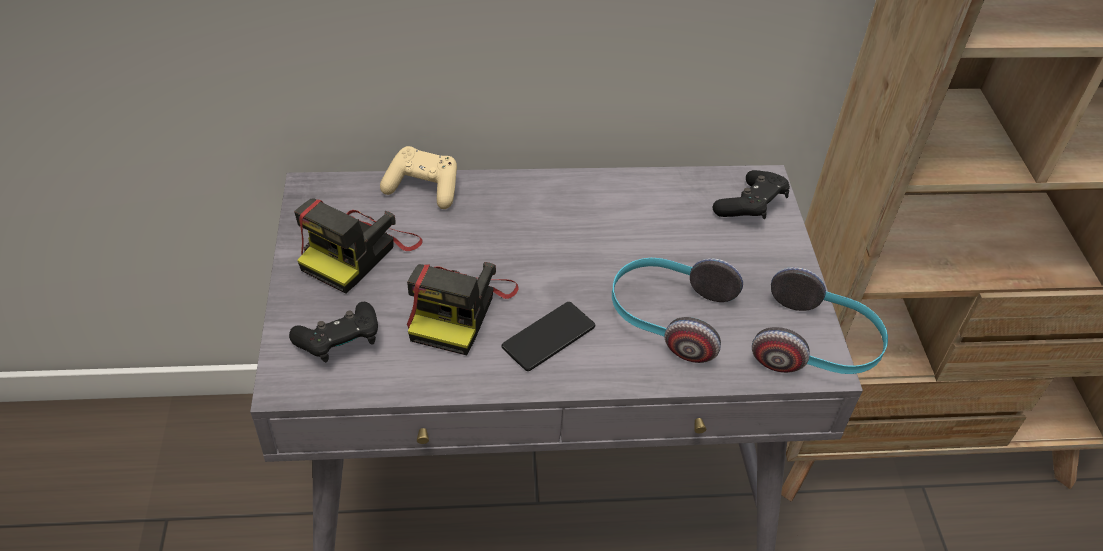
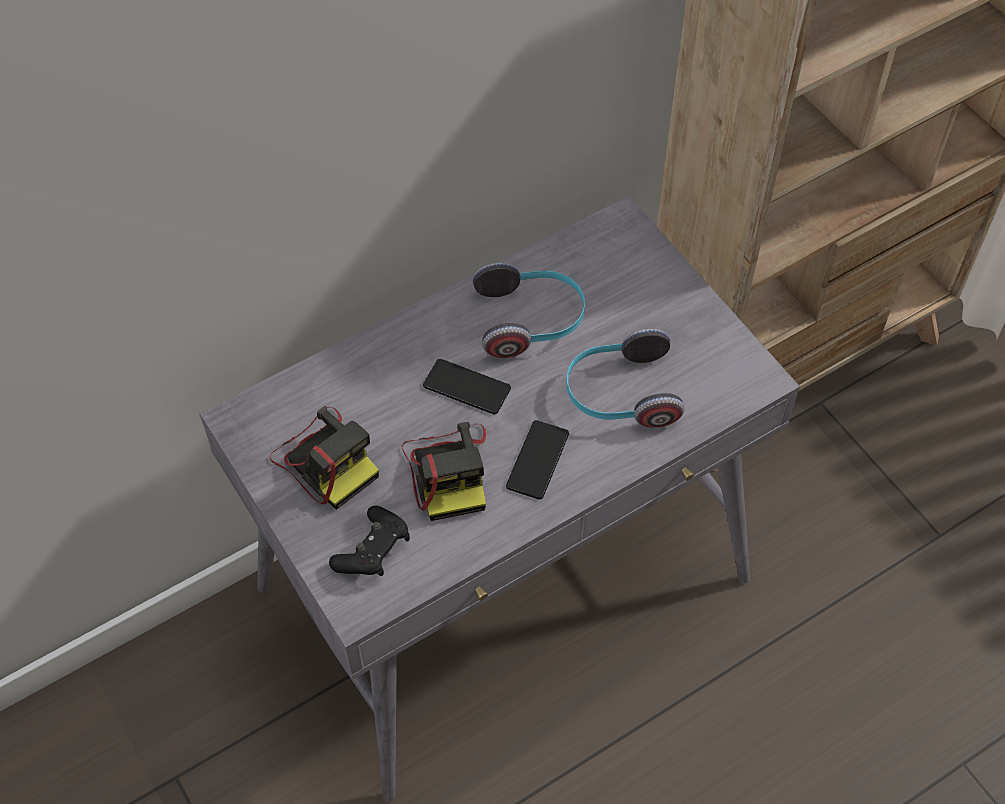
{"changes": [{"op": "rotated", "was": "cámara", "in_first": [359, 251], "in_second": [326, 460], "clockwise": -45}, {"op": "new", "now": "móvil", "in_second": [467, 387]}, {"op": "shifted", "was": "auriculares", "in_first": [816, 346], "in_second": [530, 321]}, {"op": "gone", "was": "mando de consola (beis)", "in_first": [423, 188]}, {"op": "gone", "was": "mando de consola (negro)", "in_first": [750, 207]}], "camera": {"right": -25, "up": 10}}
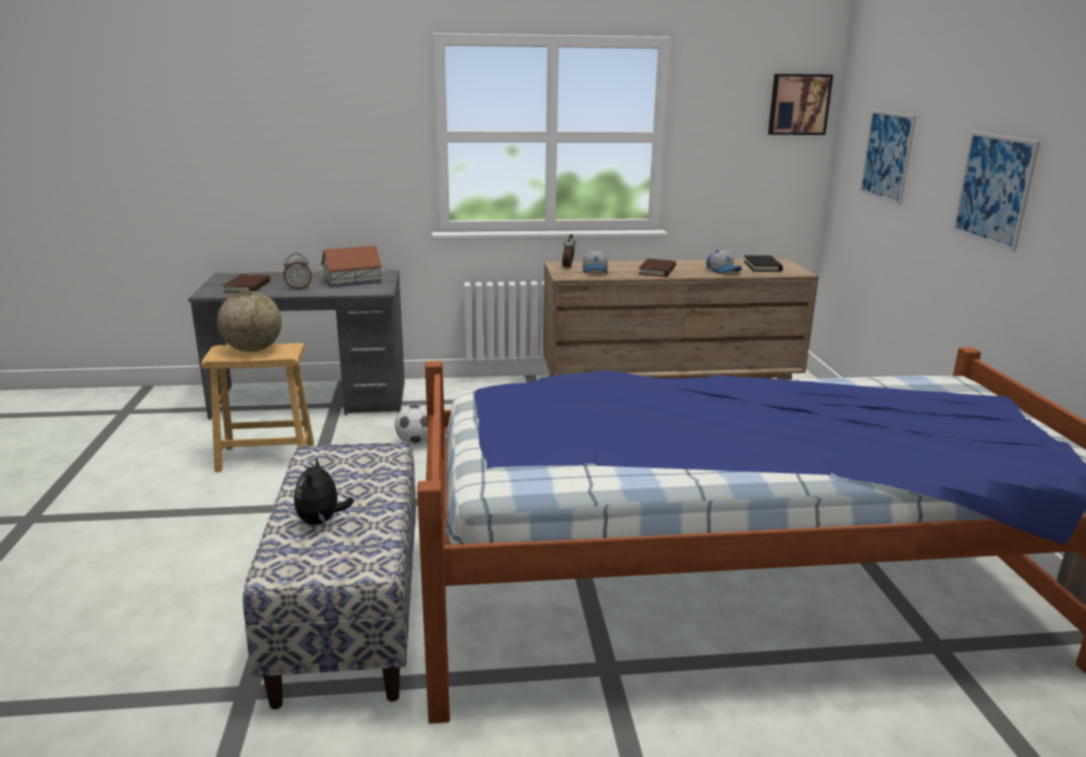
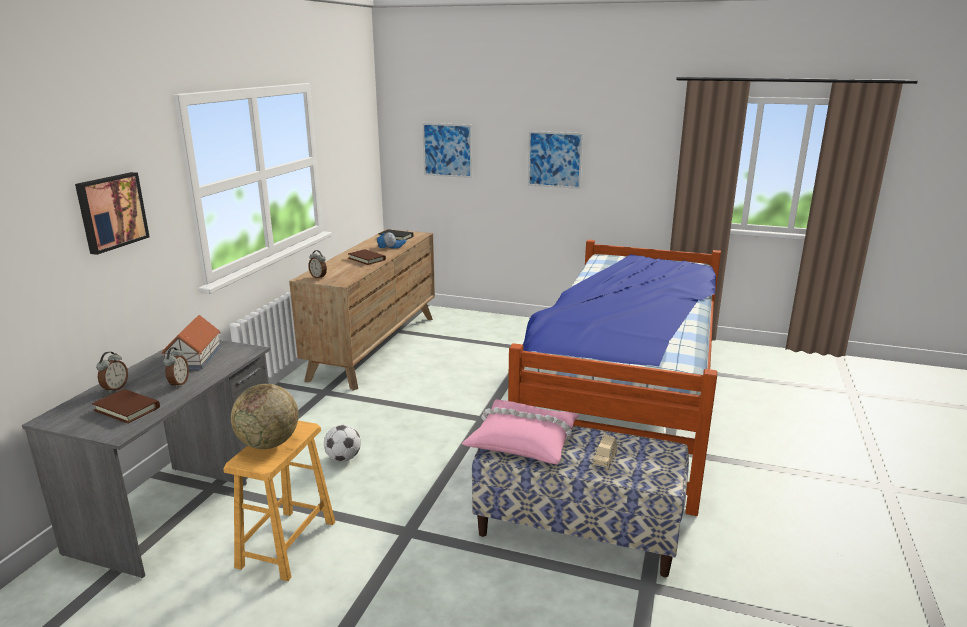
{"changes": [{"op": "shifted", "was": "cuadro", "in_first": [798, 104], "in_second": [111, 211]}, {"op": "new", "now": "despertador", "in_second": [115, 388]}, {"op": "new", "now": "cojín (rosa)", "in_second": [523, 440]}, {"op": "swapped", "was": "peluche", "now": "coche de juguete (beis)", "in_first": [321, 521], "in_second": [604, 460]}, {"op": "gone", "was": "gorra", "in_first": [595, 271]}], "camera": {"right": -65, "up": 0}}
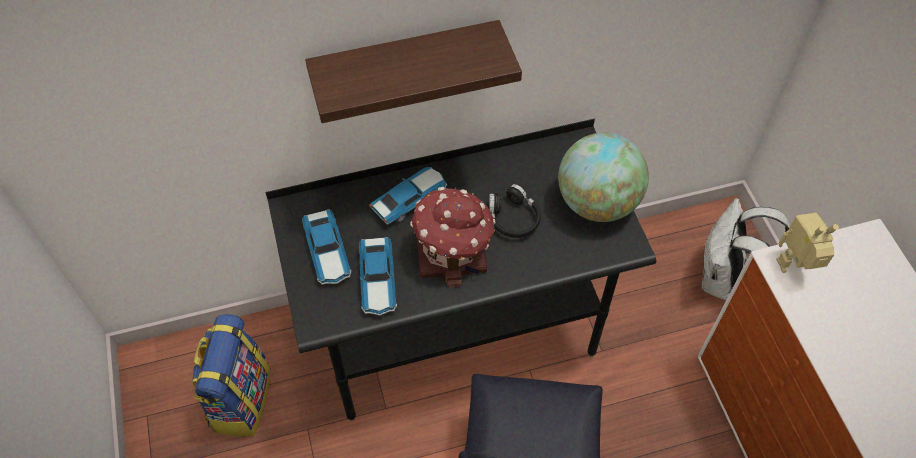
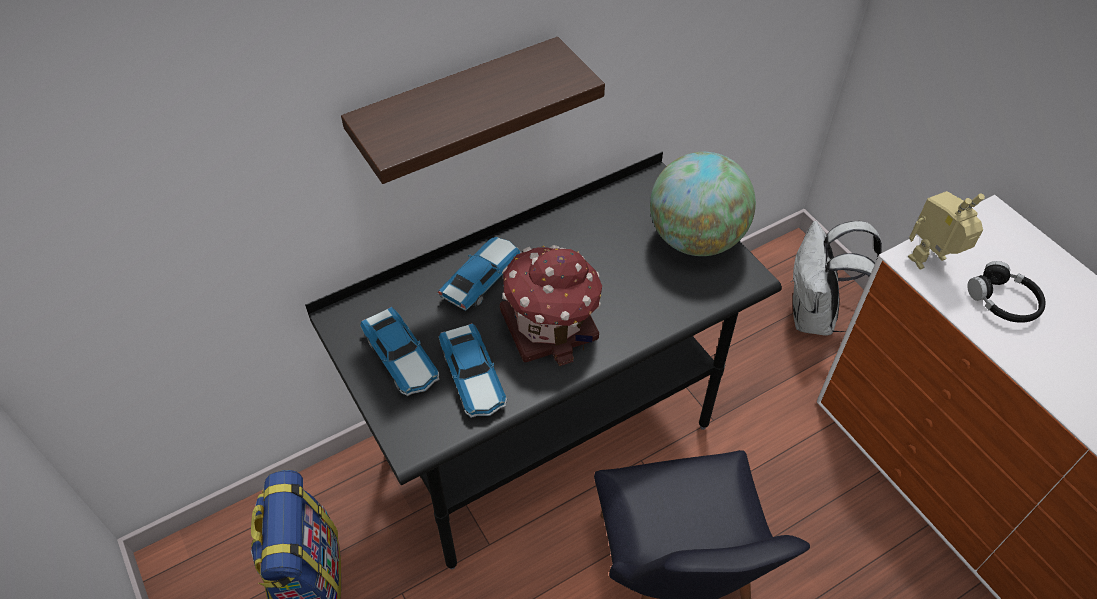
{"changes": [{"op": "shifted", "was": "auriculares (negro)", "in_first": [513, 218], "in_second": [1003, 301]}], "camera": {"right": -15, "up": -5}}
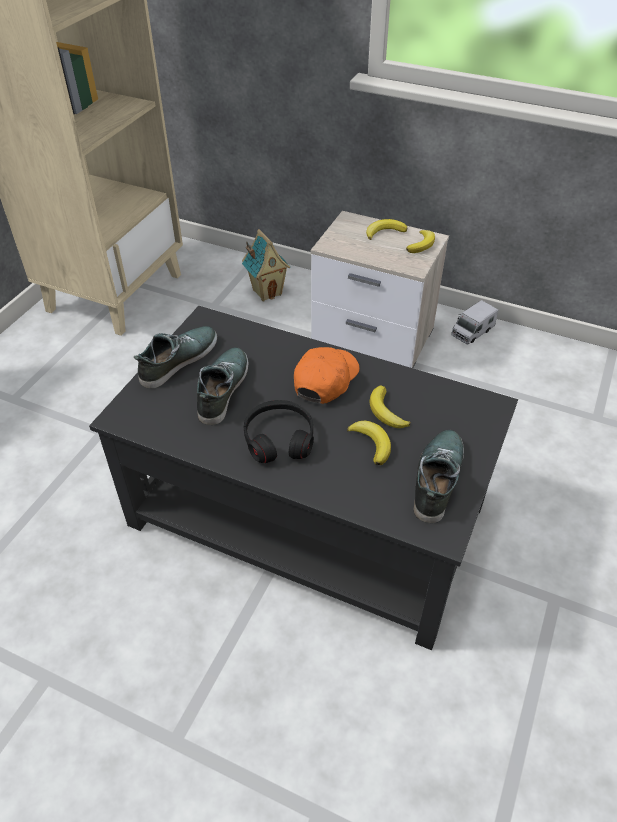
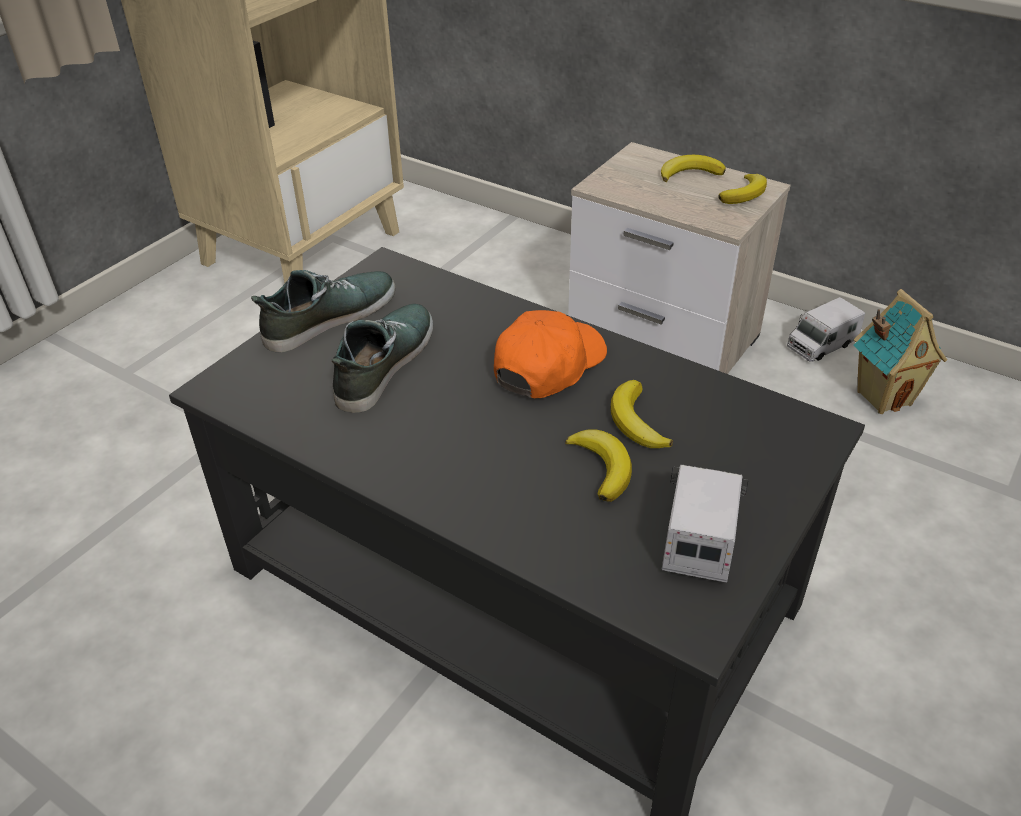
{"changes": [{"op": "swapped", "was": "zapato", "now": "camión de juguete", "in_first": [436, 478], "in_second": [700, 534]}, {"op": "shifted", "was": "casita", "in_first": [267, 292], "in_second": [883, 397]}, {"op": "gone", "was": "auriculares (negro)", "in_first": [279, 438]}], "camera": {"right": 10, "up": -5}}
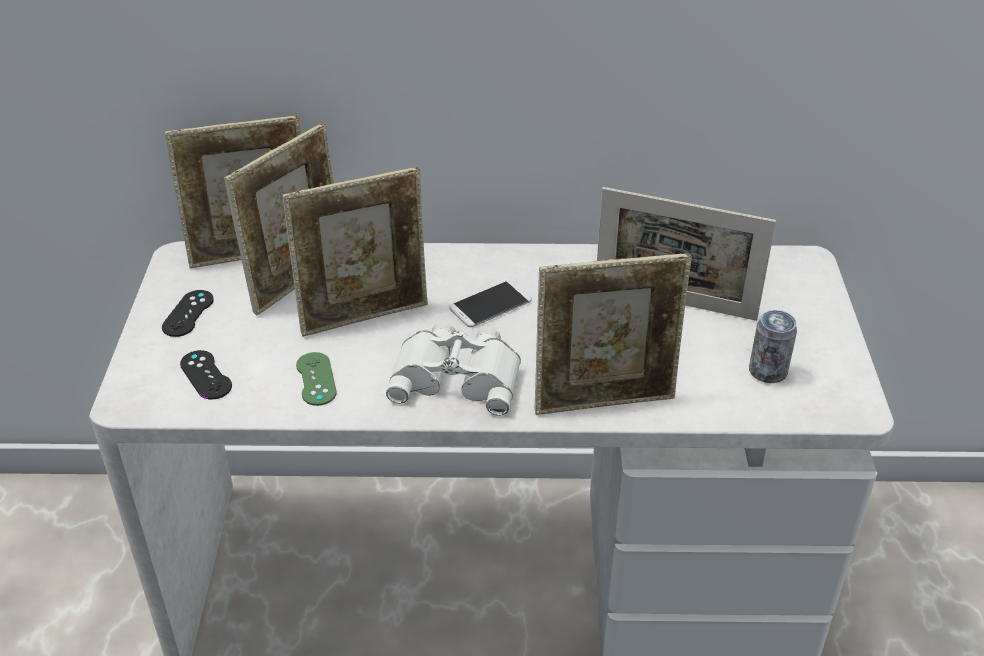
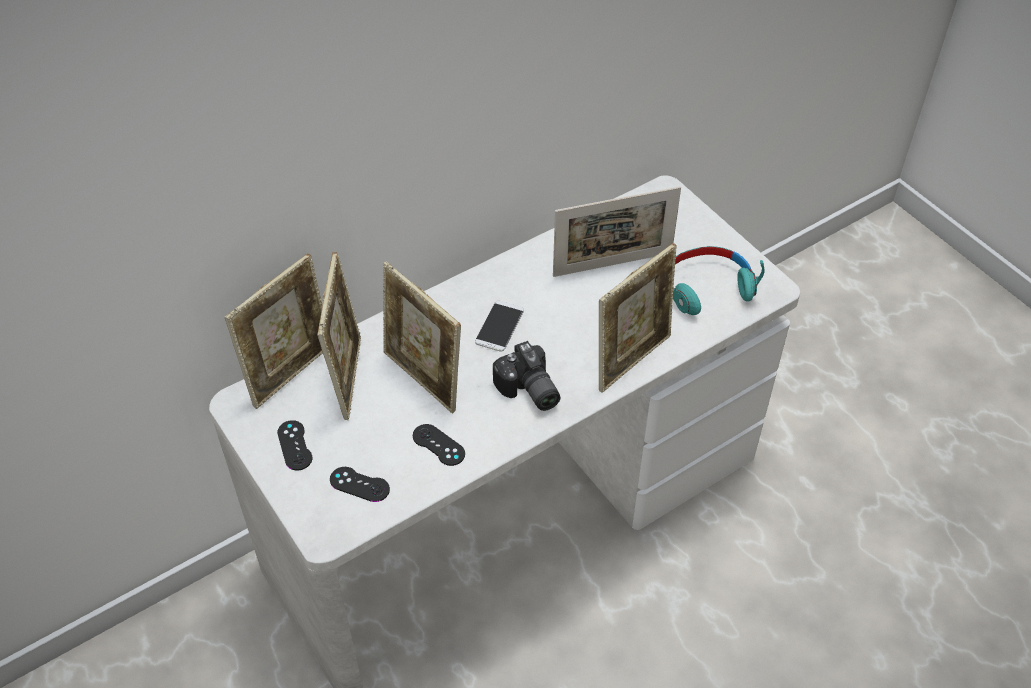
{"changes": [{"op": "rotated", "was": "portarretratos", "in_first": [364, 315], "in_second": [423, 379], "clockwise": 105}, {"op": "repainted", "was": "mando de consola (verde)", "now": "mando de consola (negro)", "in_first": [316, 379], "in_second": [438, 445]}, {"op": "swapped", "was": "prismáticos (blanco)", "now": "cámara", "in_first": [458, 375], "in_second": [528, 391]}, {"op": "swapped", "was": "lata", "now": "auriculares (turquesa)", "in_first": [767, 372], "in_second": [707, 288]}], "camera": {"right": -35, "up": 10}}
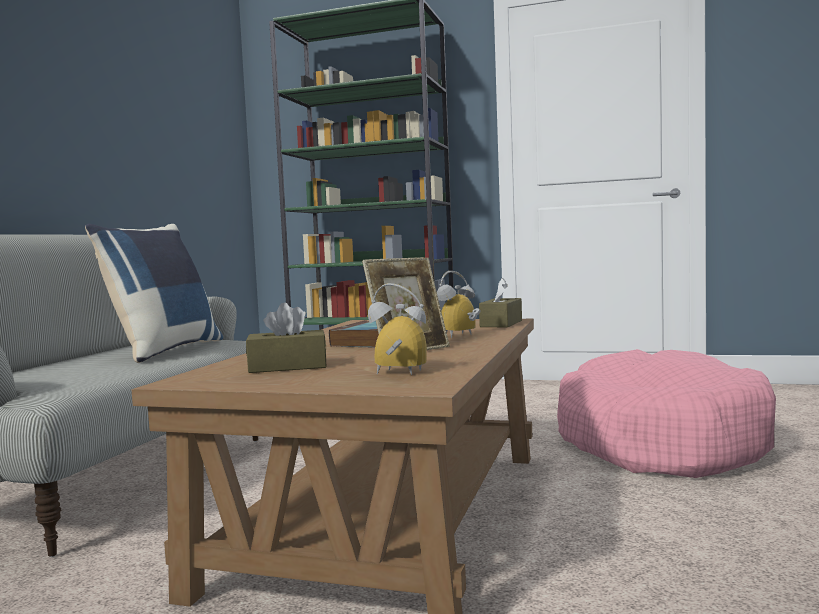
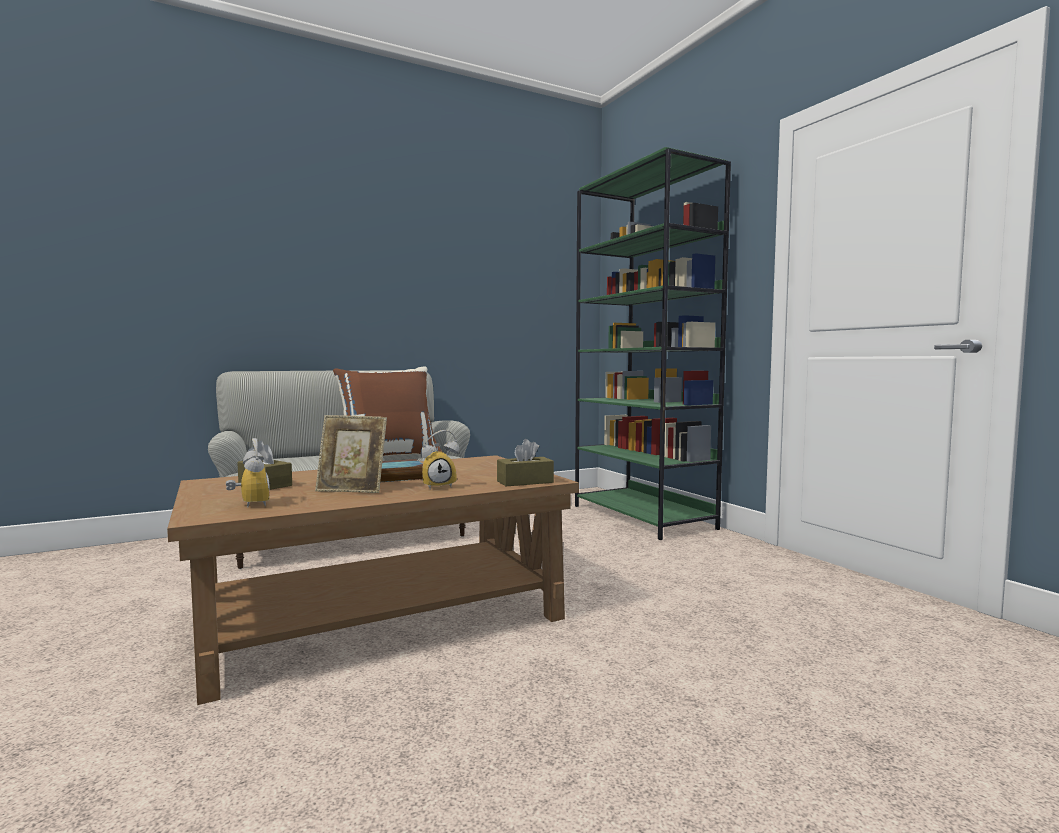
{"changes": [{"op": "repainted", "was": "cojín (azul)", "now": "cojín (marrón)", "in_first": [164, 350], "in_second": [389, 457]}, {"op": "rotated", "was": "despertador", "in_first": [461, 336], "in_second": [439, 486], "clockwise": 150}, {"op": "gone", "was": "cama para perro (rosa)", "in_first": [657, 441]}], "camera": {"right": 45, "up": 0}}
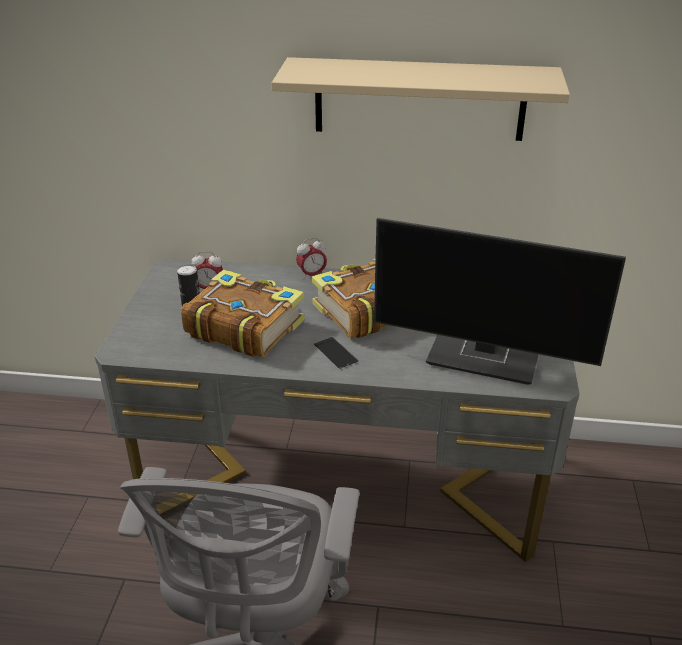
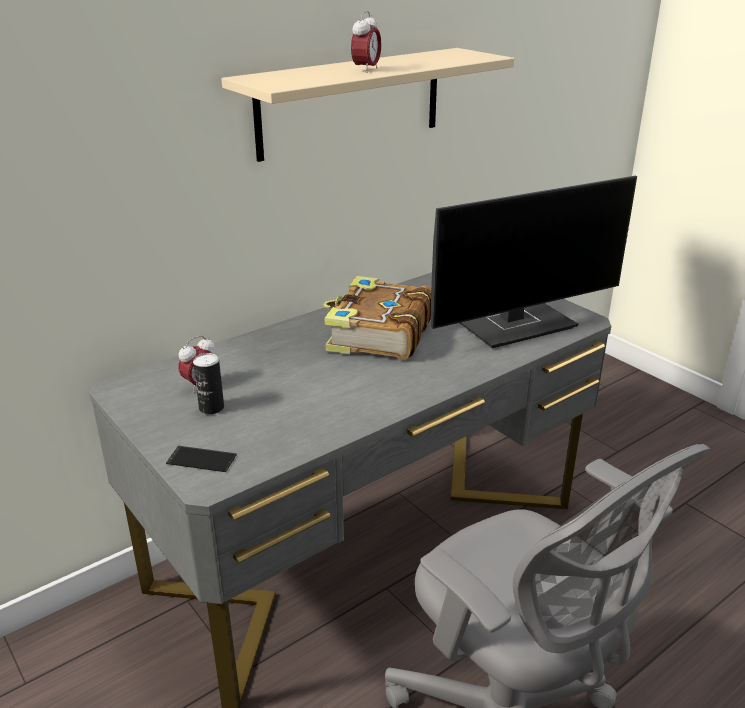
{"changes": [{"op": "shifted", "was": "móvil", "in_first": [335, 353], "in_second": [201, 459]}, {"op": "shifted", "was": "despertador", "in_first": [312, 275], "in_second": [366, 70]}, {"op": "gone", "was": "libro", "in_first": [244, 326]}], "camera": {"right": -45, "up": -5}}
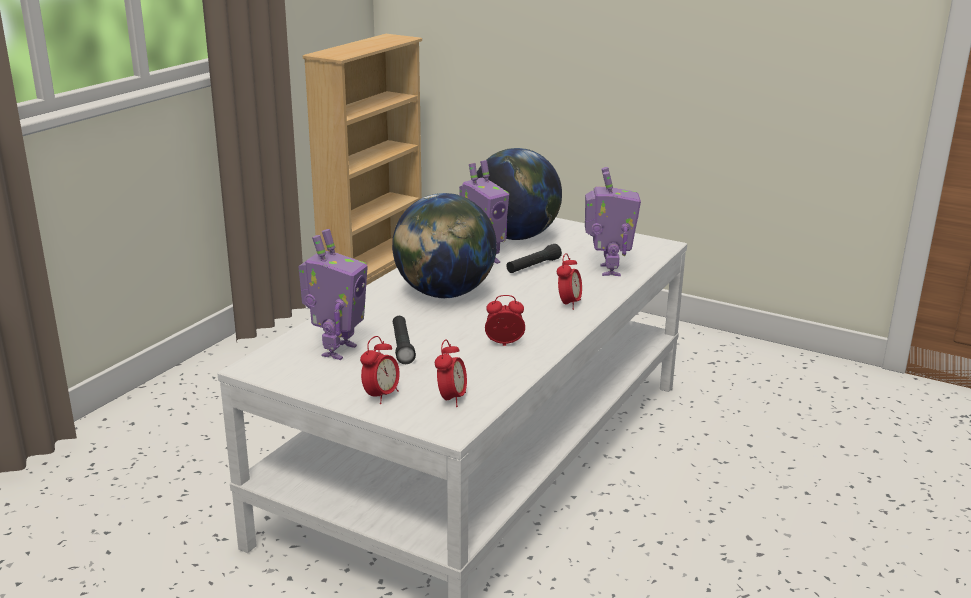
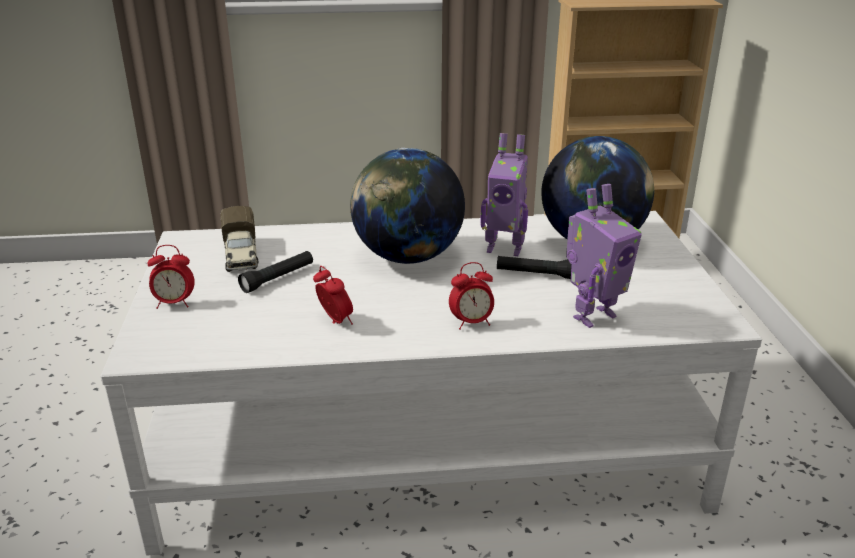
{"changes": [{"op": "swapped", "was": "robot de juguete", "now": "camión de juguete", "in_first": [337, 350], "in_second": [241, 256]}, {"op": "gone", "was": "despertador", "in_first": [451, 399]}], "camera": {"right": 55, "up": 5}}
